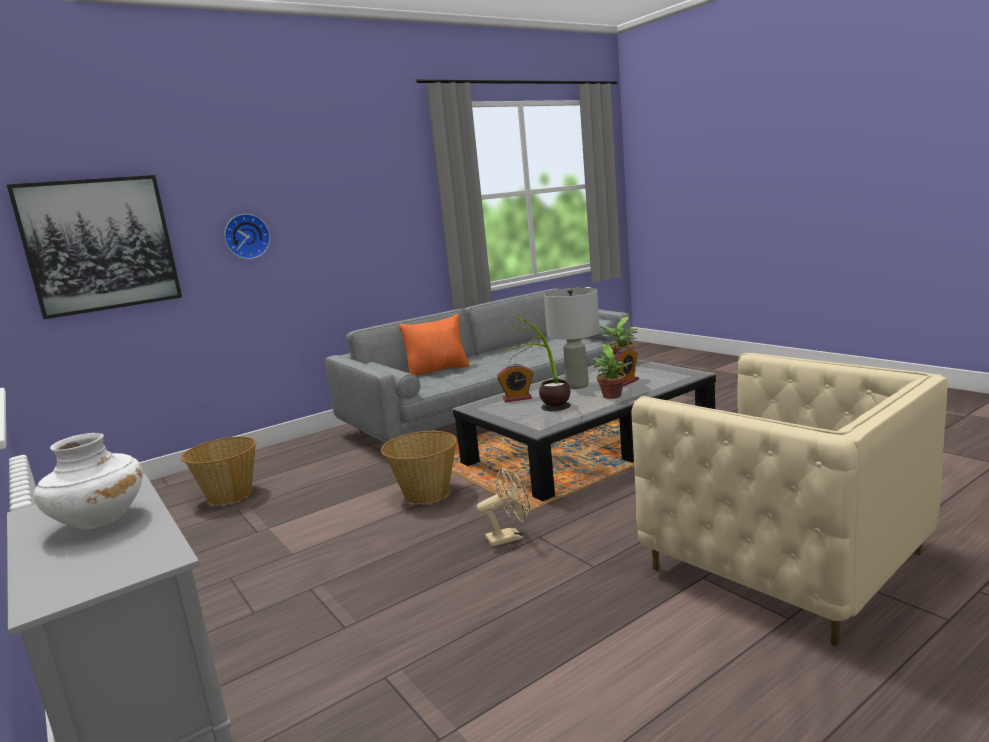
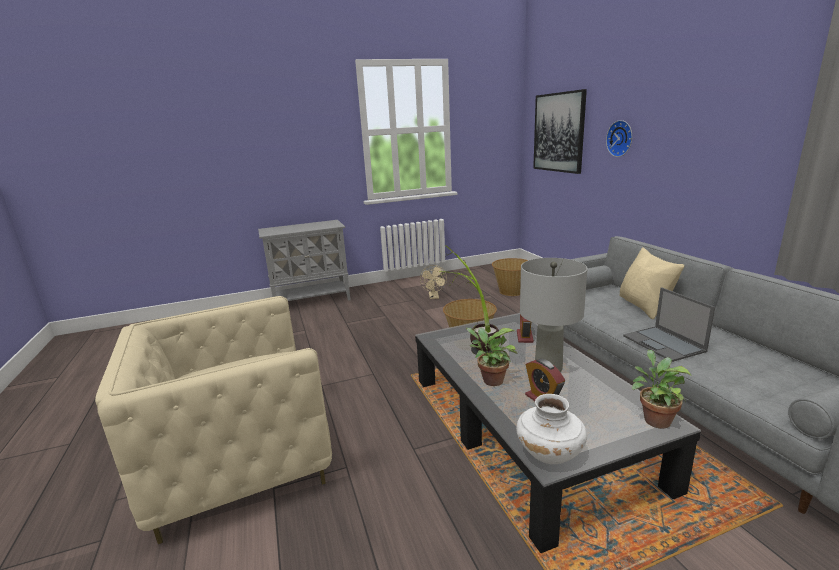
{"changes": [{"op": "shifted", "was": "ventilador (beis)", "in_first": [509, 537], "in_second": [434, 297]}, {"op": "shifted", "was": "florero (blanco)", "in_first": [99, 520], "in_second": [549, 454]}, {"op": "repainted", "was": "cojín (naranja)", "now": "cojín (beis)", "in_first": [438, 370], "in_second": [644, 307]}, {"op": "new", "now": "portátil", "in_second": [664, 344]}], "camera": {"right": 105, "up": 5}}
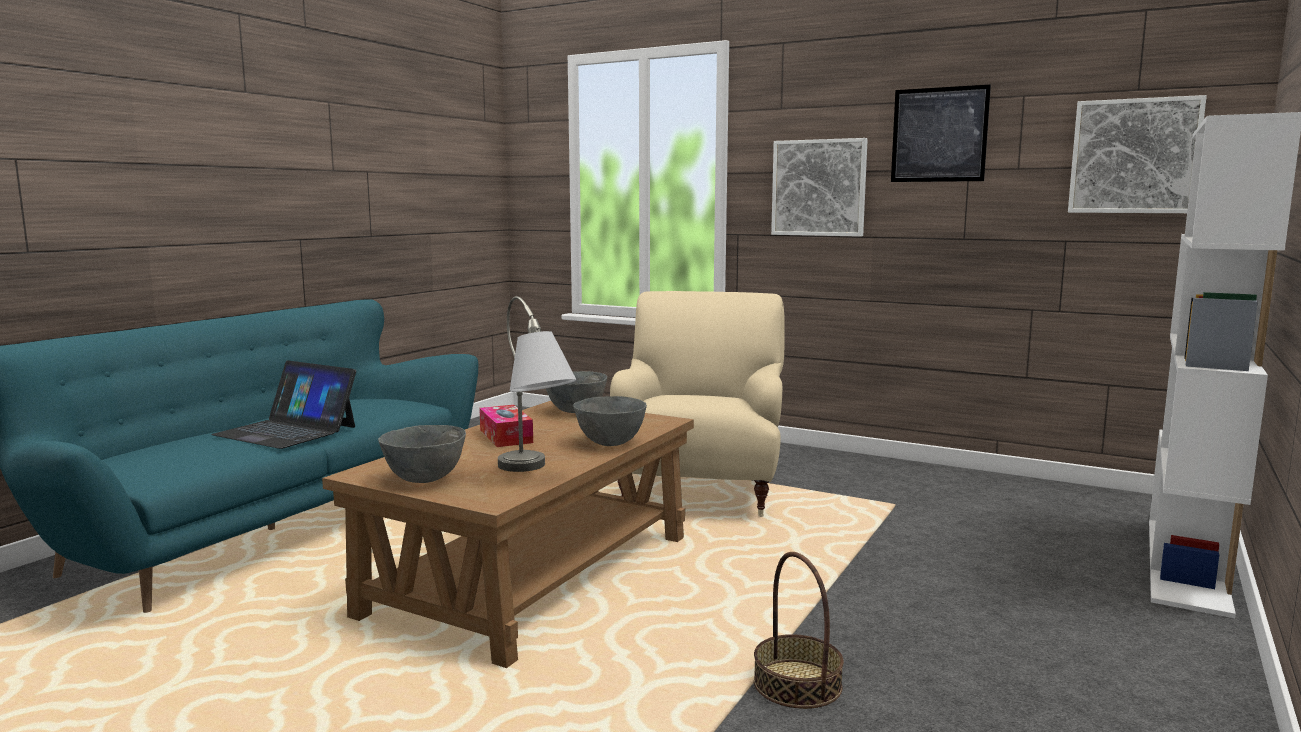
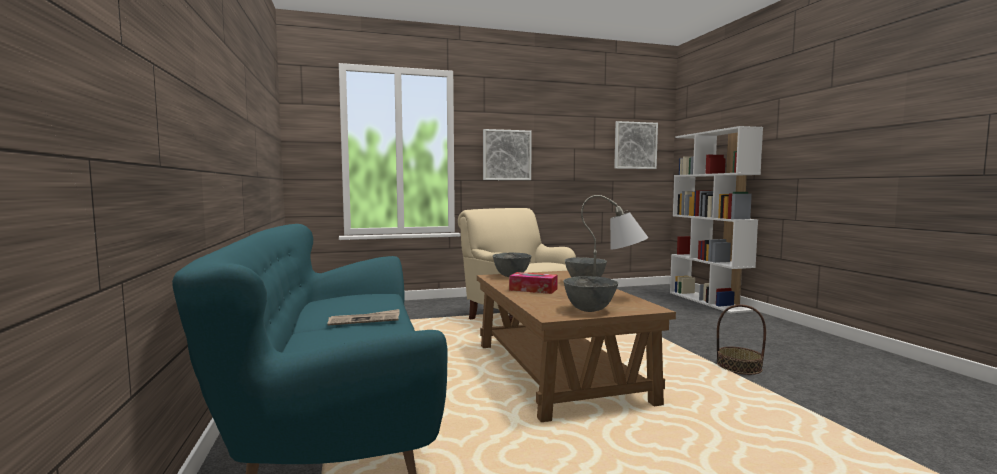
{"changes": [{"op": "swapped", "was": "portátil", "now": "periódico", "in_first": [287, 431], "in_second": [364, 320]}, {"op": "gone", "was": "cuadro", "in_first": [939, 135]}], "camera": {"right": -45, "up": -5}}
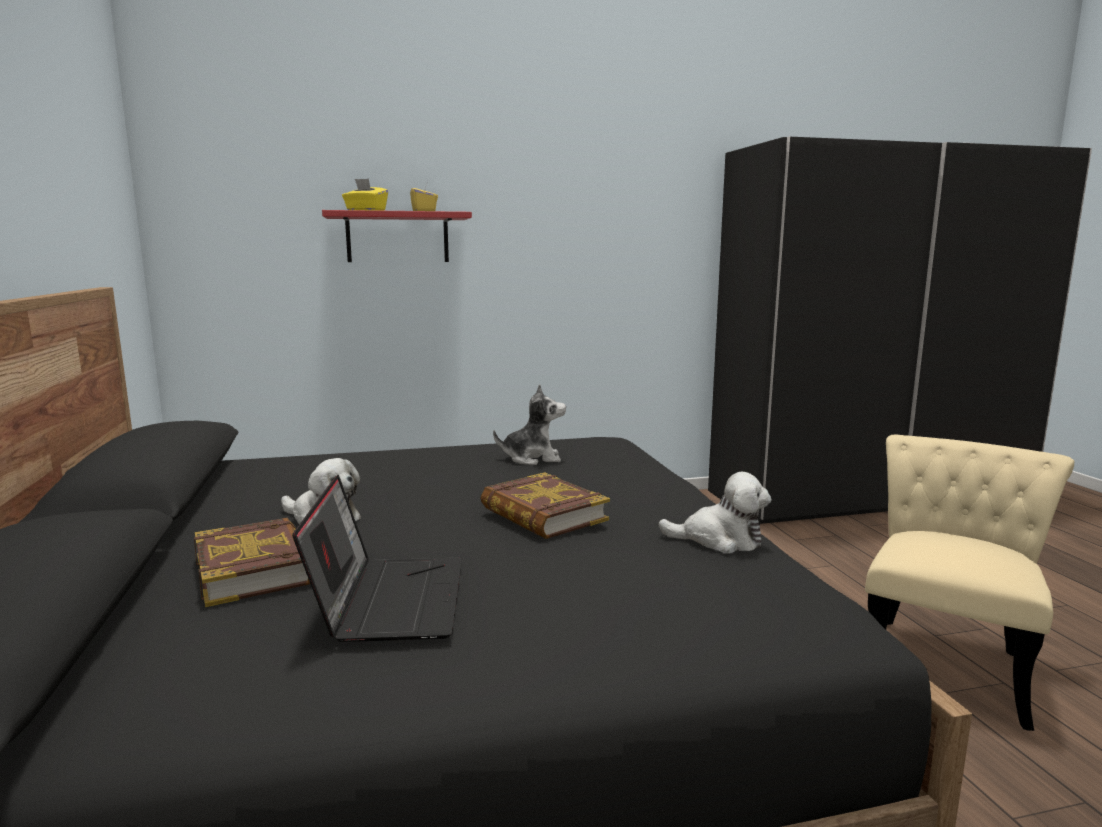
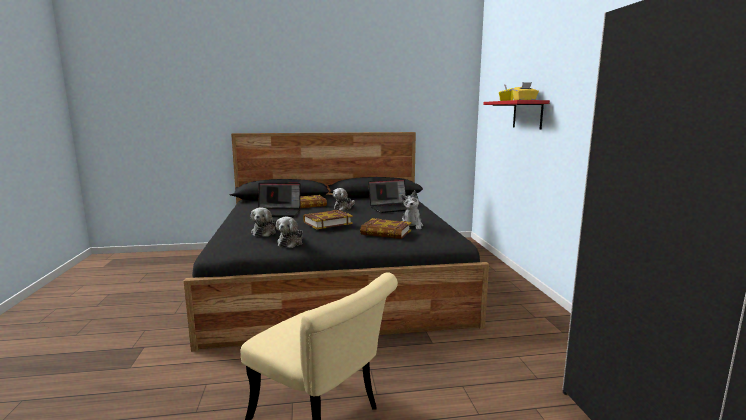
{"changes": [{"op": "new", "now": "peluche", "in_second": [264, 232]}, {"op": "new", "now": "libro", "in_second": [386, 233]}, {"op": "new", "now": "portátil", "in_second": [393, 208]}], "camera": {"right": 95, "up": 0}}
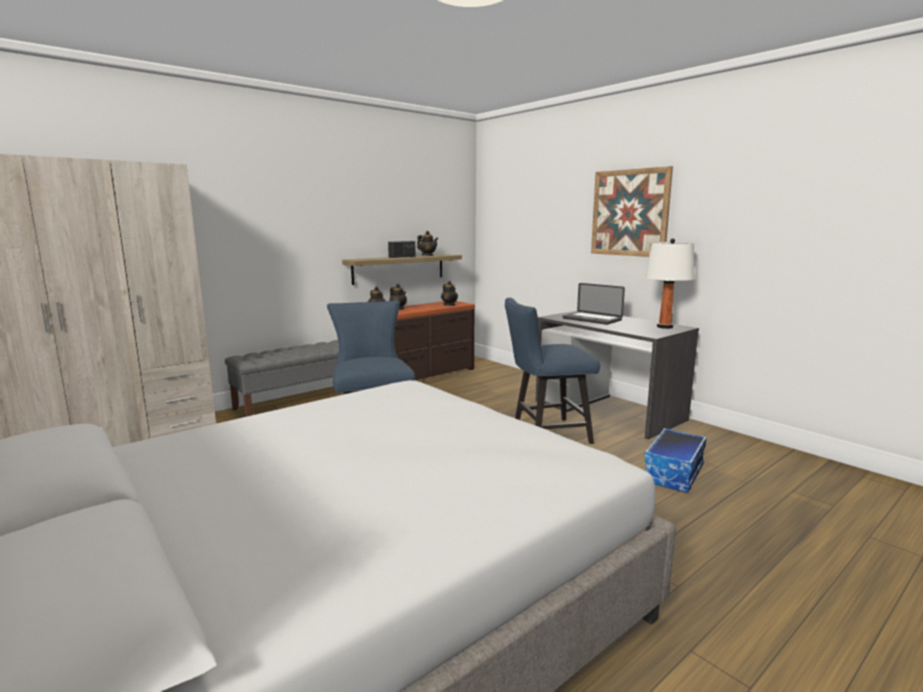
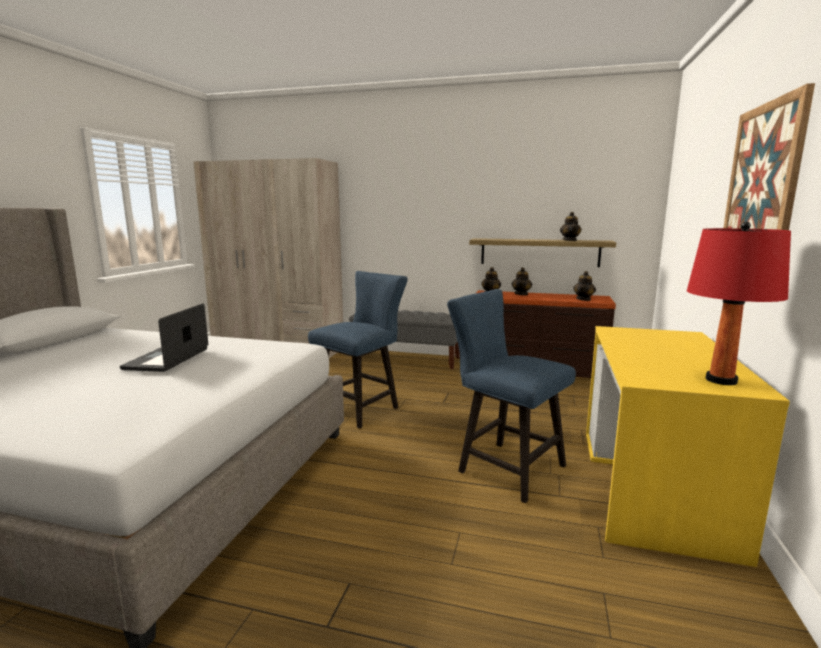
{"changes": [{"op": "shifted", "was": "portátil", "in_first": [591, 319], "in_second": [167, 359]}, {"op": "repainted", "was": "escritorio (gris)", "now": "escritorio (amarillo)", "in_first": [609, 410], "in_second": [653, 487]}, {"op": "repainted", "was": "lámpara de mesa (blanco)", "now": "lámpara de mesa (rojo)", "in_first": [664, 327], "in_second": [721, 380]}, {"op": "gone", "was": "radio", "in_first": [402, 257]}, {"op": "gone", "was": "caja de almacenaje", "in_first": [674, 474]}], "camera": {"right": 55, "up": 0}}
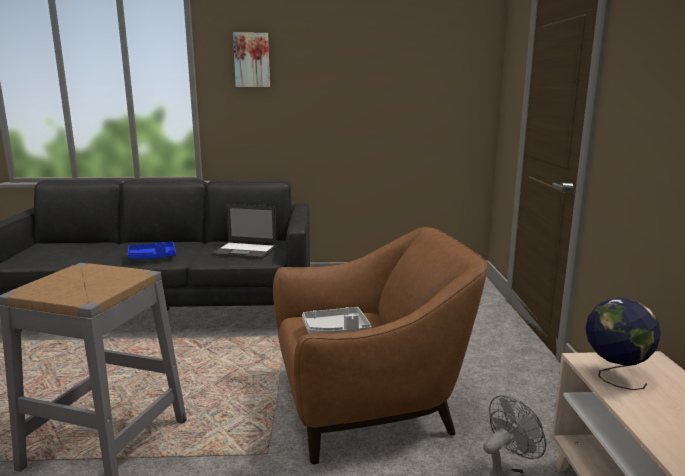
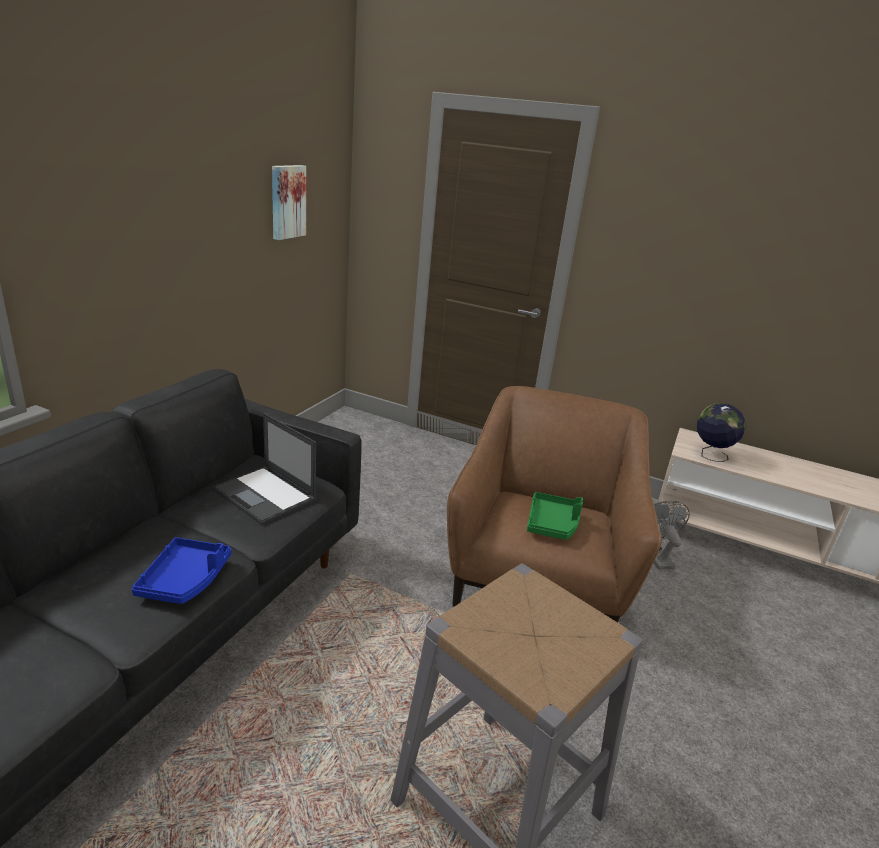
{"changes": [{"op": "rotated", "was": "portátil", "in_first": [245, 251], "in_second": [265, 495], "clockwise": 90}, {"op": "shifted", "was": "cuadro", "in_first": [252, 60], "in_second": [287, 201]}, {"op": "repainted", "was": "bandeja (gris)", "now": "bandeja (verde)", "in_first": [336, 331], "in_second": [552, 524]}], "camera": {"right": -65, "up": 10}}
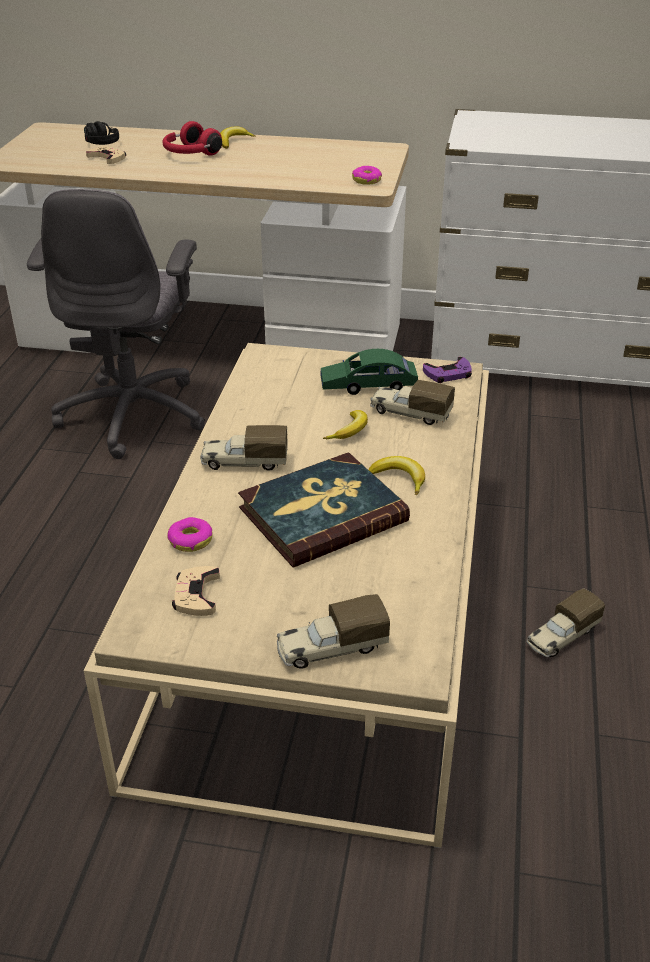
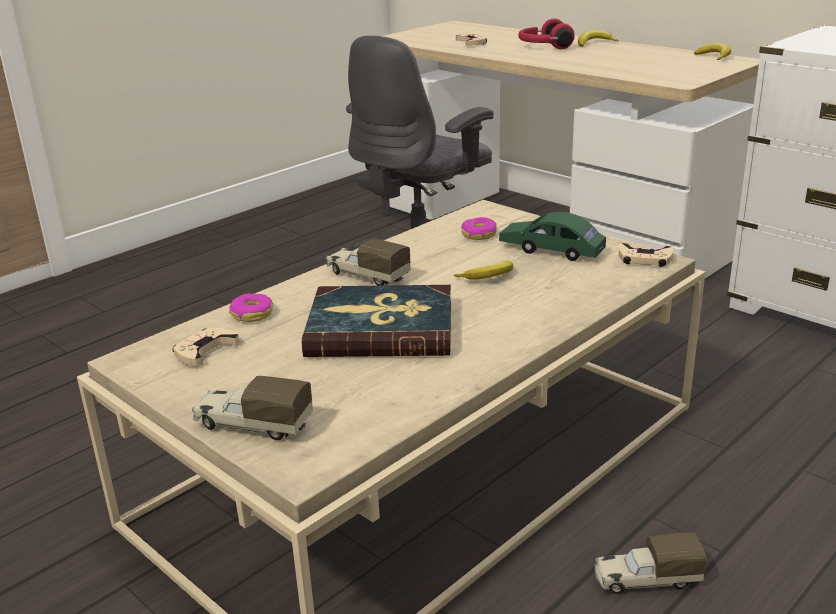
{"changes": [{"op": "shifted", "was": "rosquilla", "in_first": [366, 180], "in_second": [478, 234]}, {"op": "repainted", "was": "mando de consola (morado)", "now": "mando de consola (beis)", "in_first": [448, 374], "in_second": [645, 259]}, {"op": "shifted", "was": "plátano", "in_first": [400, 478], "in_second": [714, 57]}, {"op": "gone", "was": "auriculares (negro)", "in_first": [98, 141]}, {"op": "gone", "was": "camión de juguete", "in_first": [409, 413]}], "camera": {"right": 35, "up": -10}}
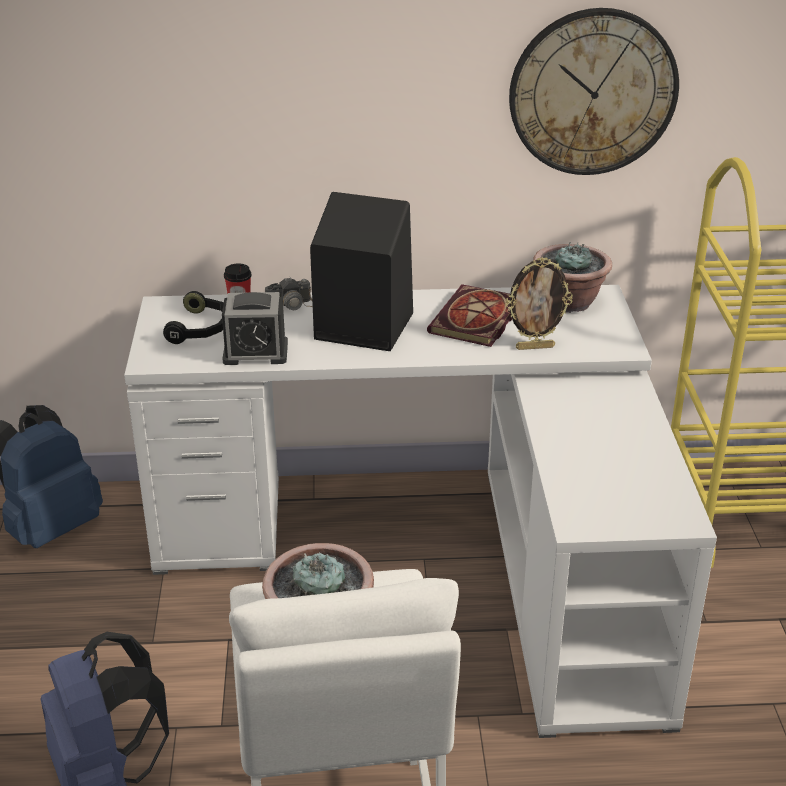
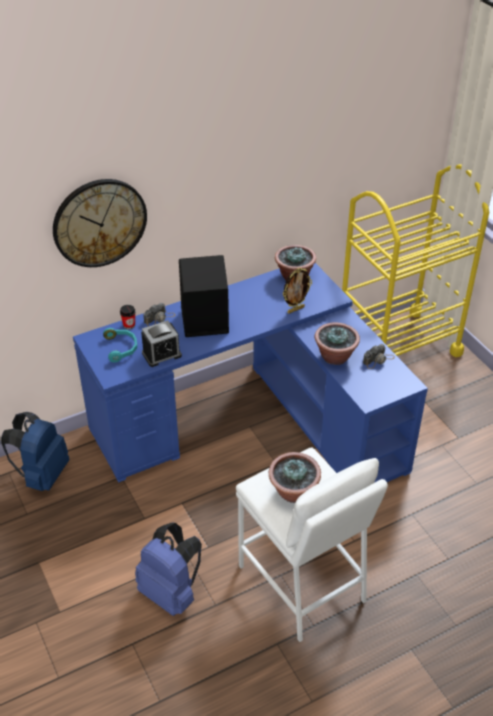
{"changes": [{"op": "shifted", "was": "reloj de pared", "in_first": [593, 92], "in_second": [99, 222]}, {"op": "repainted", "was": "escritorio (blanco)", "now": "escritorio (azul)", "in_first": [442, 553], "in_second": [256, 420]}, {"op": "repainted", "was": "auriculares (negro)", "now": "auriculares (turquesa)", "in_first": [201, 328], "in_second": [121, 348]}, {"op": "new", "now": "planta en maceta", "in_second": [335, 357]}, {"op": "new", "now": "cámara", "in_second": [378, 360]}, {"op": "gone", "was": "libro", "in_first": [476, 321]}], "camera": {"right": -25, "up": 10}}
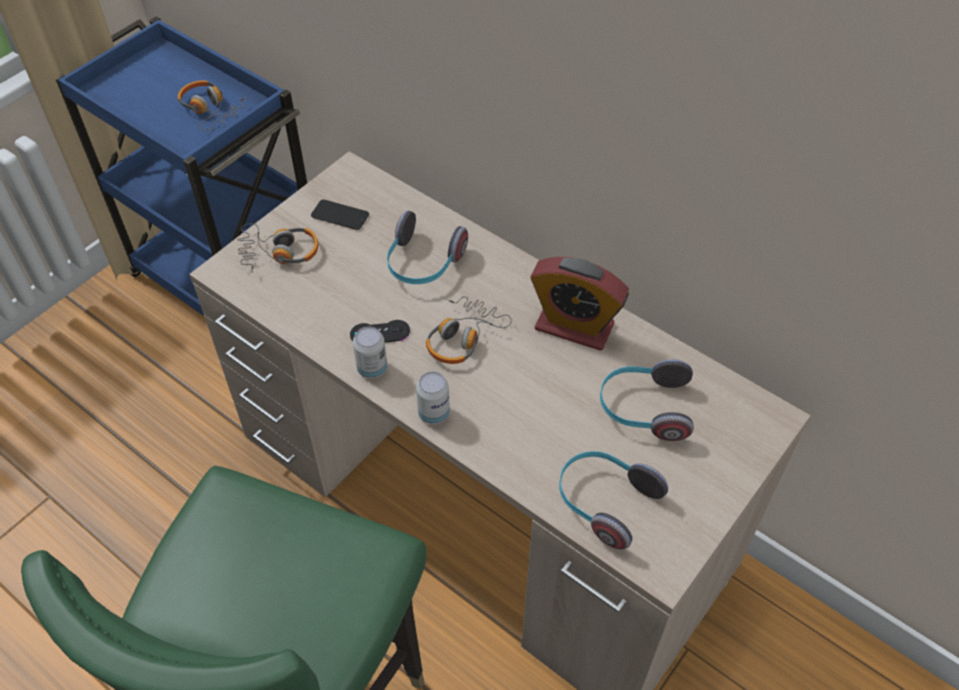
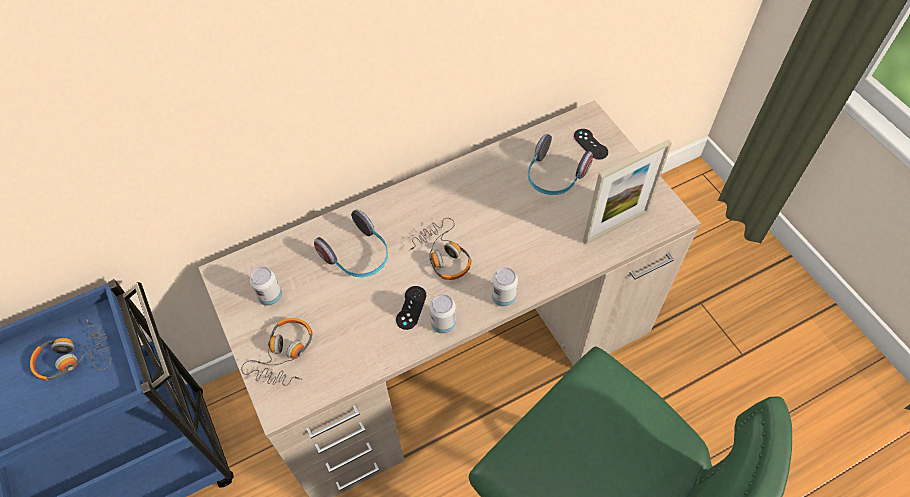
{"changes": [{"op": "swapped", "was": "móvil", "now": "lata", "in_first": [340, 215], "in_second": [270, 296]}, {"op": "new", "now": "mando de consola (negro)", "in_second": [590, 144]}, {"op": "swapped", "was": "auriculares", "now": "portarretratos", "in_first": [604, 502], "in_second": [615, 226]}, {"op": "gone", "was": "despertador", "in_first": [574, 327]}], "camera": {"right": -65, "up": 5}}
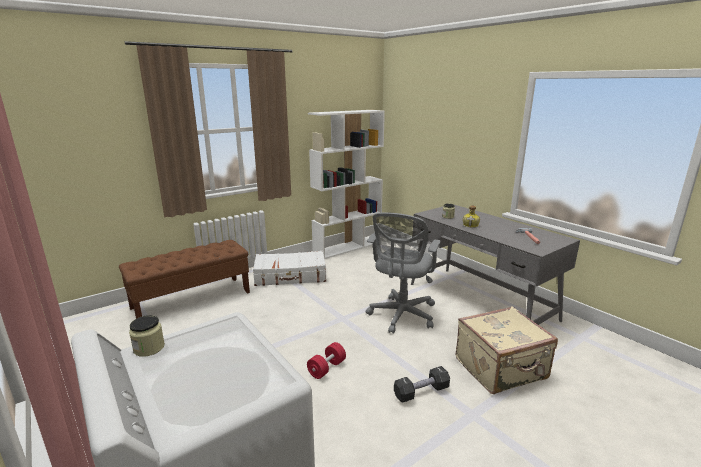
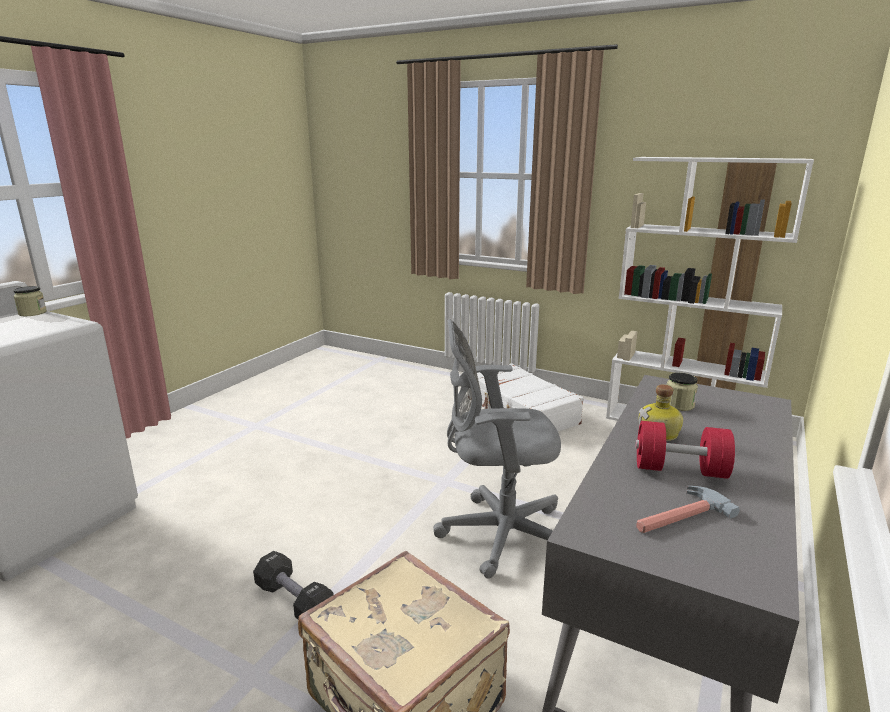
{"changes": [{"op": "shifted", "was": "mancuerna (rojo)", "in_first": [327, 368], "in_second": [680, 470]}, {"op": "gone", "was": "banco (marrón)", "in_first": [192, 300]}], "camera": {"right": 65, "up": 0}}
